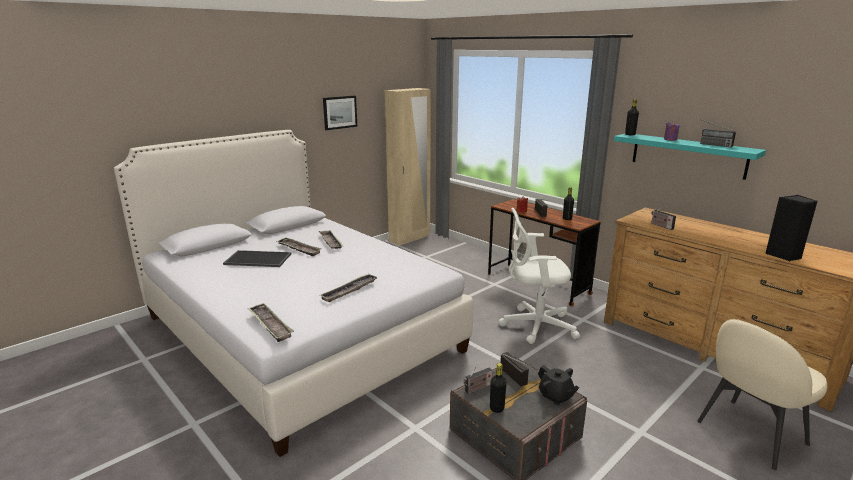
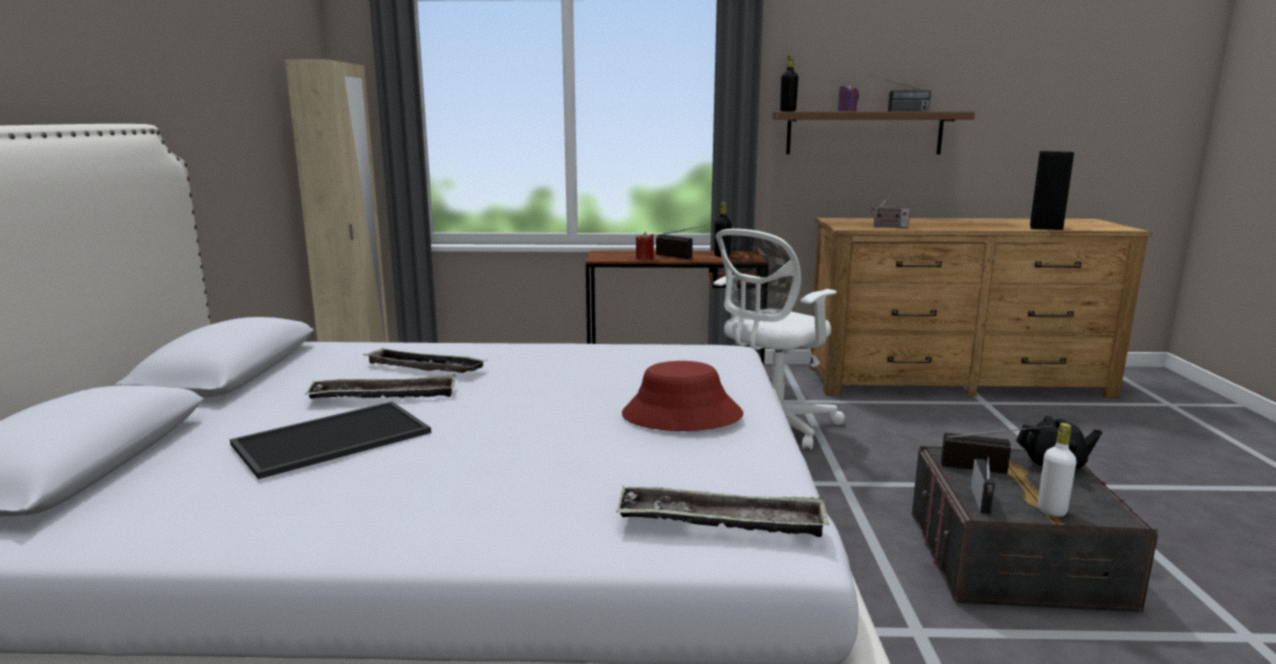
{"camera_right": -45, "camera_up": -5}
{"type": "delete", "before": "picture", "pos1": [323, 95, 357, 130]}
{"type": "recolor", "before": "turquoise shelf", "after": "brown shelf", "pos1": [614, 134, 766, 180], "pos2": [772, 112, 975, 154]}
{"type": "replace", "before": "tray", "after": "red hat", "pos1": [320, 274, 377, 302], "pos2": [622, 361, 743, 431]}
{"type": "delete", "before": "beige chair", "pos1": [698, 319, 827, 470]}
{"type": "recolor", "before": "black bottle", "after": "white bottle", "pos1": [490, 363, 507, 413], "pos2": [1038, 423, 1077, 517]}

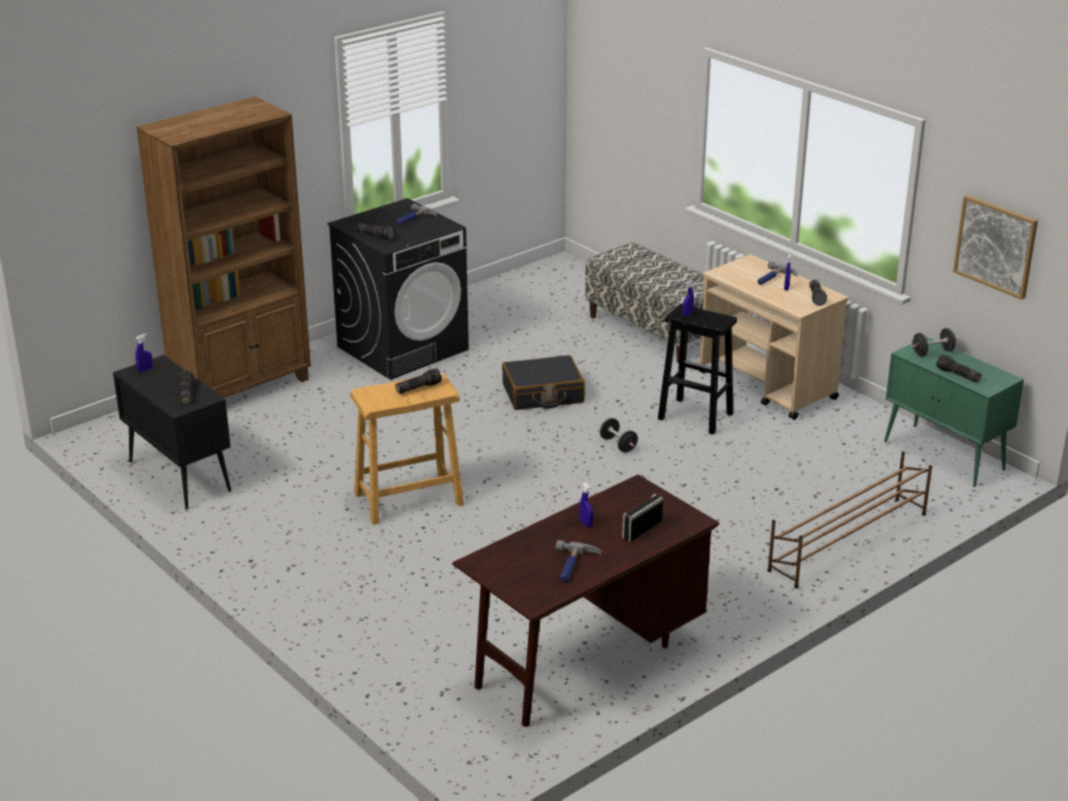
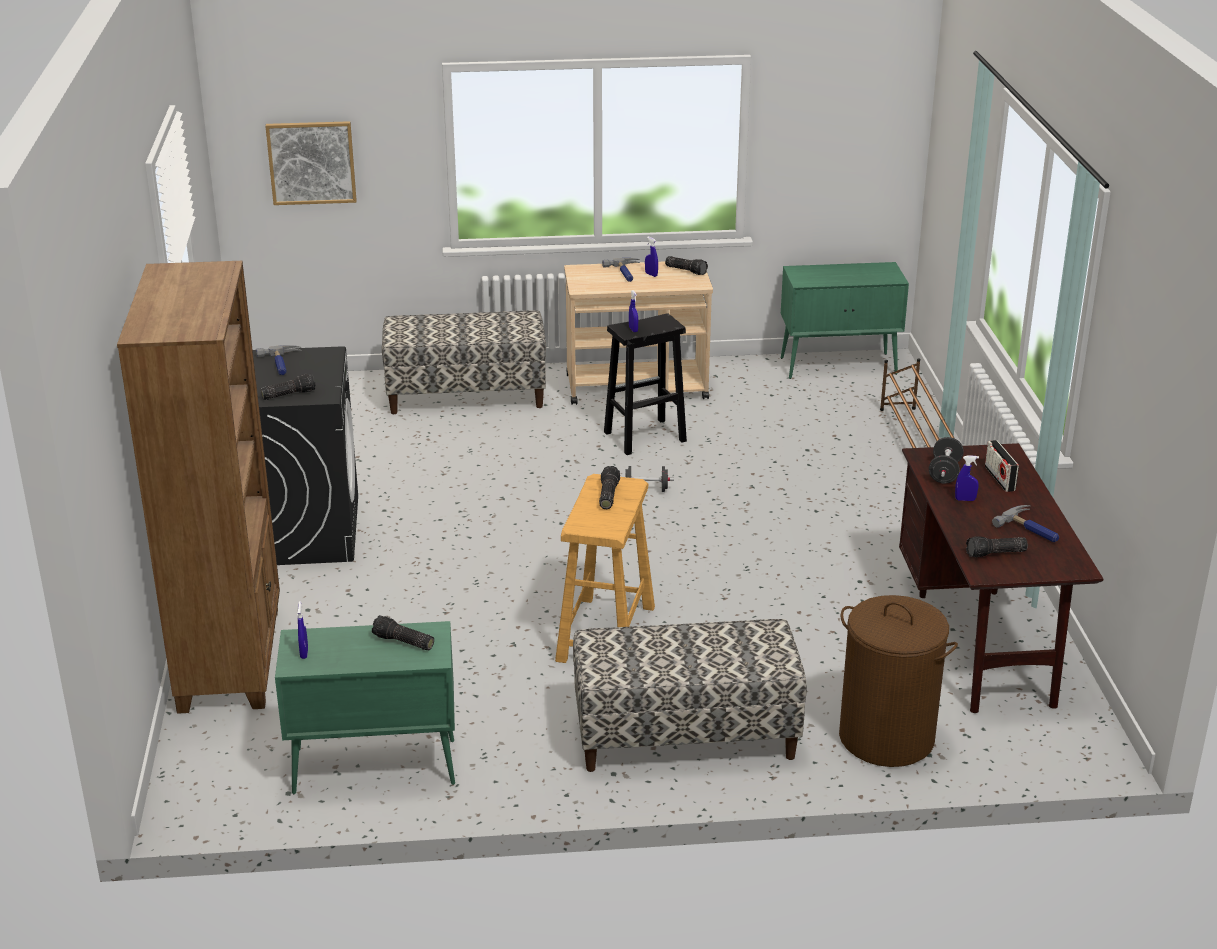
{"camera_right": -55, "camera_up": 0}
{"type": "move", "before": "picture", "pos1": [953, 195, 1038, 300], "pos2": [265, 121, 357, 205]}
{"type": "move", "before": "black dumbbell", "pos1": [911, 328, 957, 357], "pos2": [929, 437, 964, 484]}
{"type": "move", "before": "flashlight", "pos1": [936, 354, 981, 383], "pos2": [966, 536, 1028, 558]}
{"type": "recolor", "before": "black cabinet", "after": "green cabinet", "pos1": [113, 355, 231, 509], "pos2": [275, 621, 455, 794]}
{"type": "delete", "before": "black suitcase", "pos1": [502, 355, 585, 410]}
{"type": "insert", "after": "brown laundry basket", "pos2": [839, 595, 958, 767]}
{"type": "insert", "after": "bench", "pos2": [573, 619, 807, 772]}

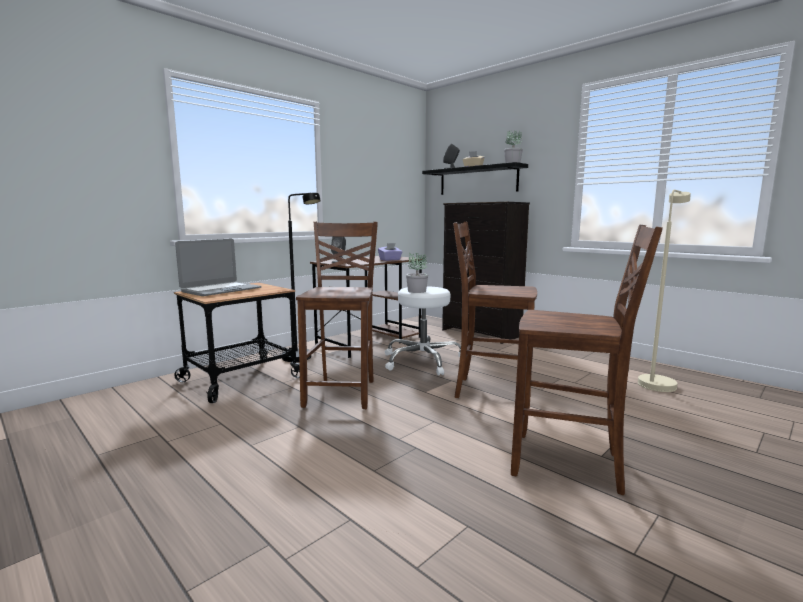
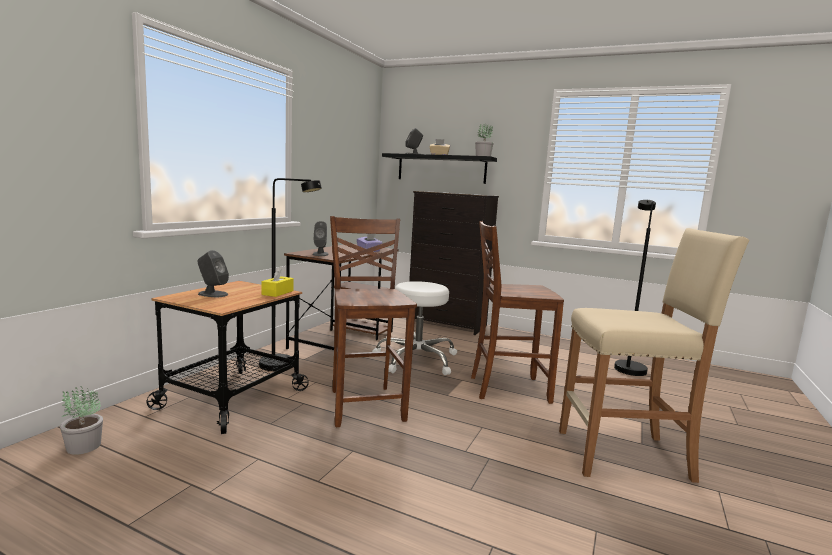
{"camera_right": -20, "camera_up": 0}
{"type": "recolor", "before": "beige floor lamp", "after": "black floor lamp", "pos1": [638, 190, 691, 392], "pos2": [614, 200, 656, 376]}
{"type": "replace", "before": "brown chair", "after": "beige stool", "pos1": [511, 224, 663, 495], "pos2": [559, 228, 749, 483]}
{"type": "replace", "before": "laptop", "after": "grey speaker", "pos1": [175, 239, 262, 296], "pos2": [197, 250, 229, 297]}
{"type": "move", "before": "potted plant", "pos1": [406, 253, 428, 293], "pos2": [60, 386, 103, 455]}
{"type": "insert", "after": "yellow tissue box", "pos2": [261, 267, 294, 297]}

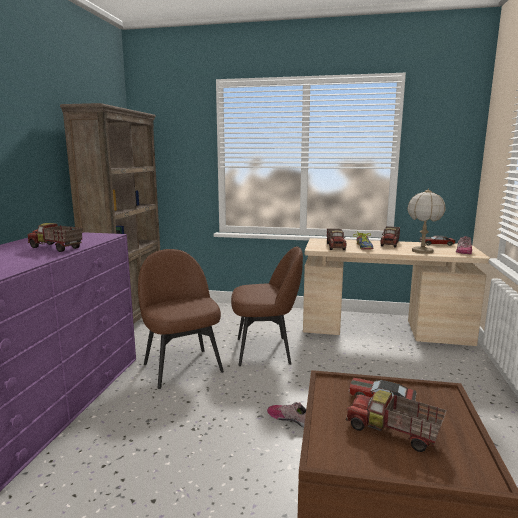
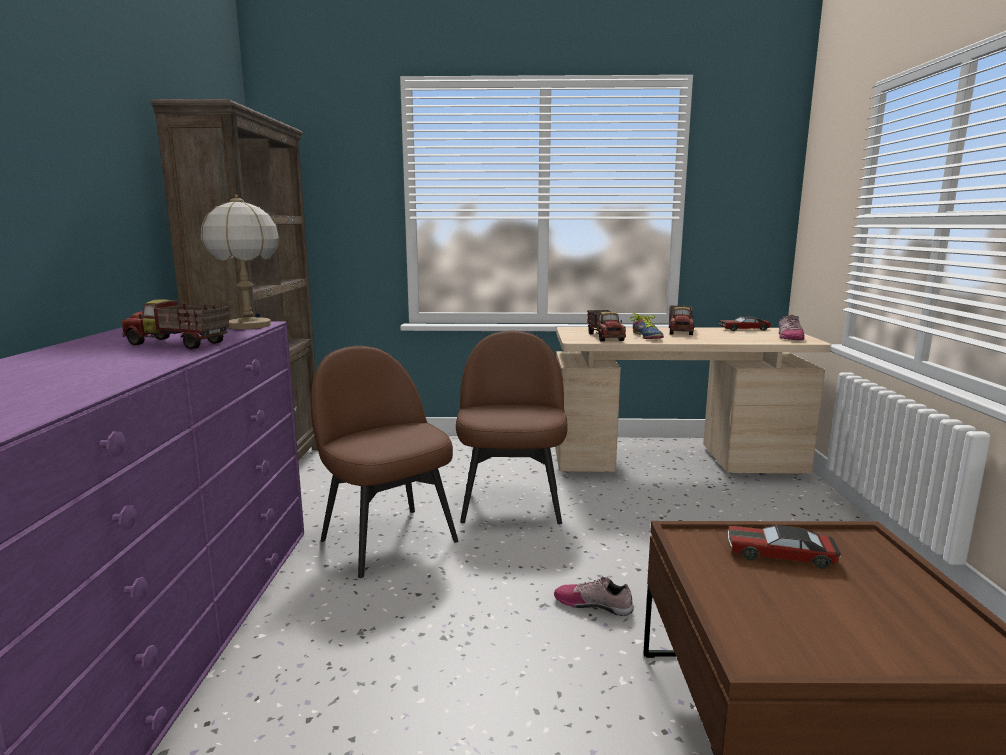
{"camera_right": -10, "camera_up": 0}
{"type": "move", "before": "table lamp", "pos1": [407, 188, 446, 254], "pos2": [201, 194, 280, 329]}
{"type": "rotate", "before": "brown chair", "pos1": [231, 247, 303, 366], "pos2": [456, 331, 568, 524], "turn": -75}
{"type": "delete", "before": "toy truck", "pos1": [346, 390, 446, 452]}

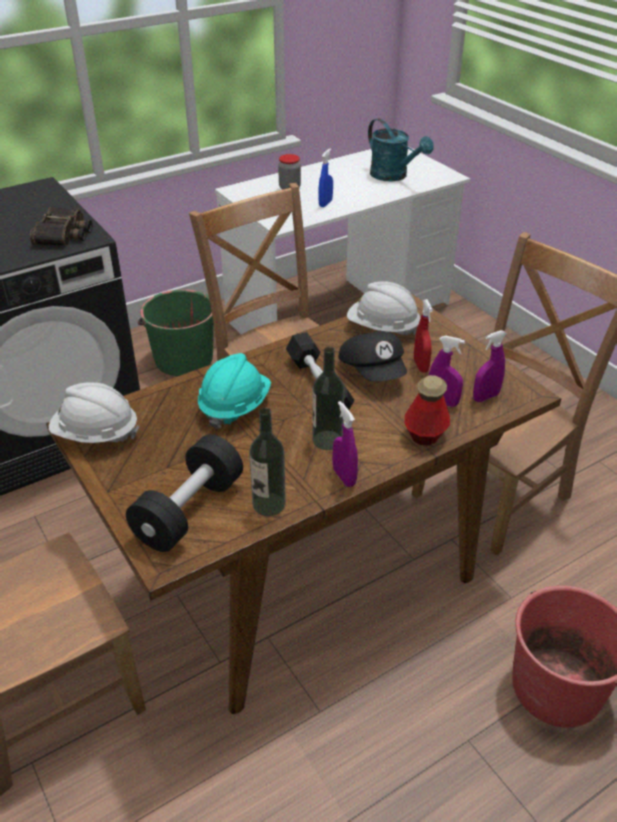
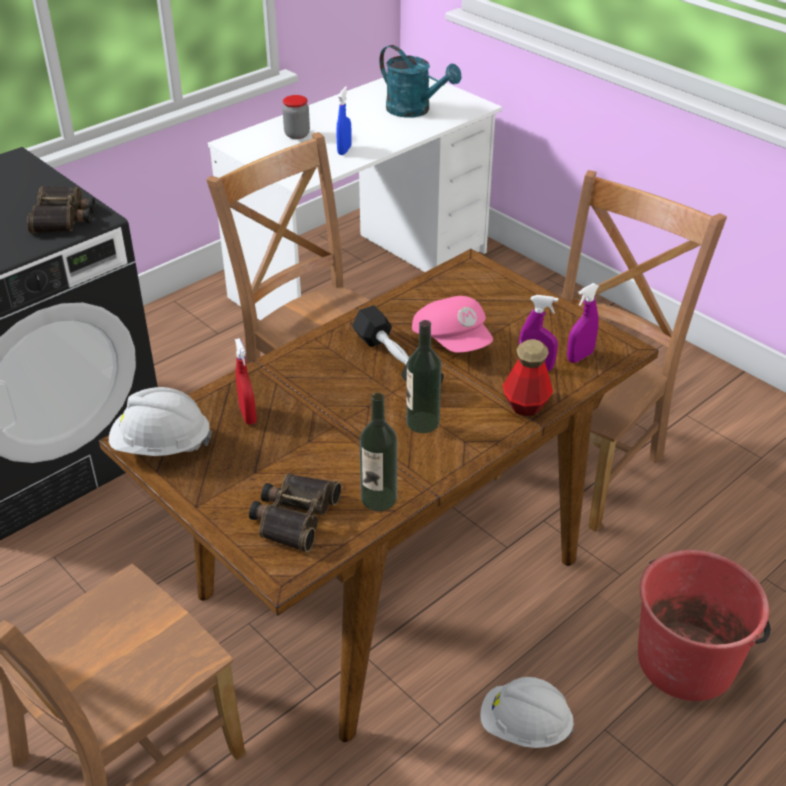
{"camera_right": -10, "camera_up": 0}
{"type": "move", "before": "white hard hat", "pos1": [347, 281, 420, 335], "pos2": [480, 677, 574, 748]}
{"type": "delete", "before": "green bucket", "pos1": [138, 289, 214, 376]}
{"type": "move", "before": "red spray bottle", "pos1": [414, 299, 433, 373], "pos2": [235, 338, 257, 424]}
{"type": "recolor", "before": "black cap", "after": "pink cap", "pos1": [338, 331, 407, 381], "pos2": [412, 296, 493, 353]}
{"type": "delete", "before": "turquoise hard hat", "pos1": [198, 353, 271, 429]}
{"type": "delete", "before": "purple spray bottle", "pos1": [333, 401, 358, 487]}
{"type": "replace", "before": "black dumbbell", "after": "binoculars", "pos1": [126, 434, 243, 552], "pos2": [249, 473, 342, 552]}

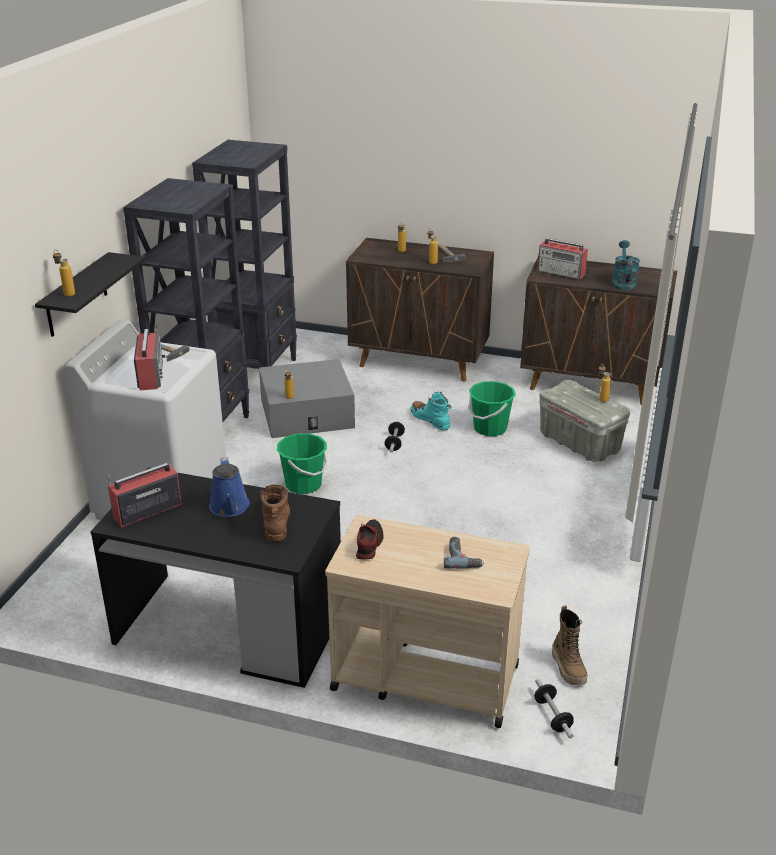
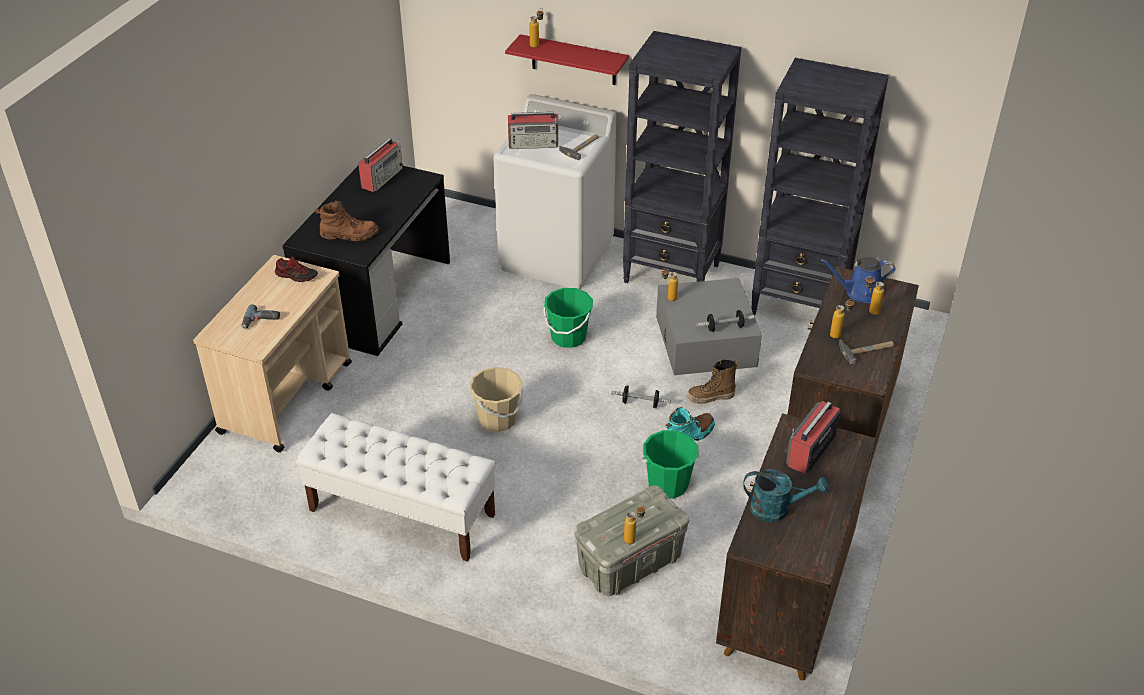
{"camera_right": 95, "camera_up": 10}
{"type": "recolor", "before": "black shelf", "after": "red shelf", "pos1": [35, 252, 146, 337], "pos2": [505, 34, 629, 85]}
{"type": "move", "before": "blue watering can", "pos1": [209, 457, 250, 517], "pos2": [821, 257, 895, 303]}
{"type": "rotate", "before": "radio", "pos1": [108, 463, 182, 527], "pos2": [358, 138, 403, 192], "turn": 60}
{"type": "move", "before": "boot", "pos1": [552, 605, 588, 685], "pos2": [687, 360, 738, 404]}
{"type": "move", "before": "dumbbell", "pos1": [535, 679, 574, 739], "pos2": [697, 310, 755, 332]}
{"type": "insert", "after": "beige bucket", "pos2": [469, 367, 523, 432]}
{"type": "insert", "after": "white bench", "pos2": [295, 413, 496, 562]}

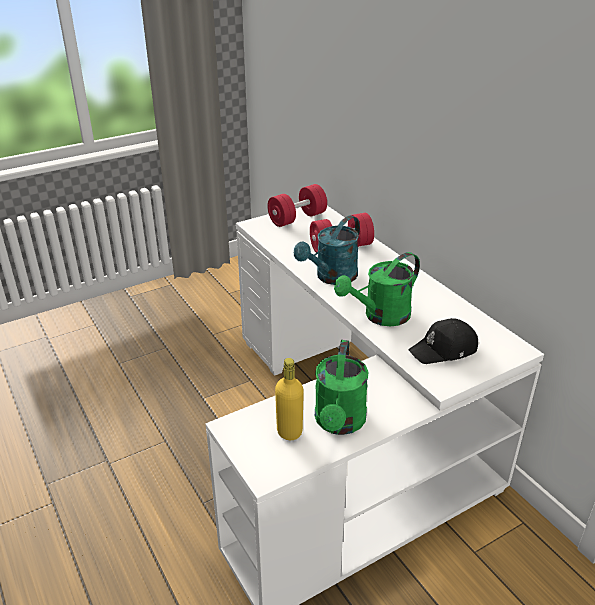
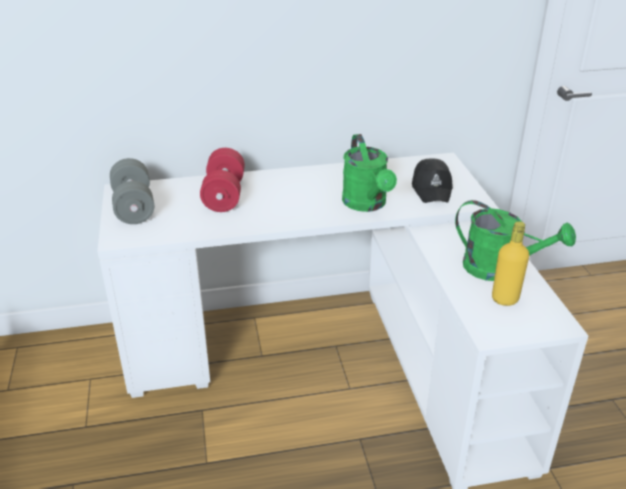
{"camera_right": -70, "camera_up": 0}
{"type": "recolor", "before": "red dumbbell", "after": "grey dumbbell", "pos1": [267, 184, 327, 227], "pos2": [110, 158, 154, 224]}
{"type": "delete", "before": "turquoise watering can", "pos1": [294, 215, 360, 285]}

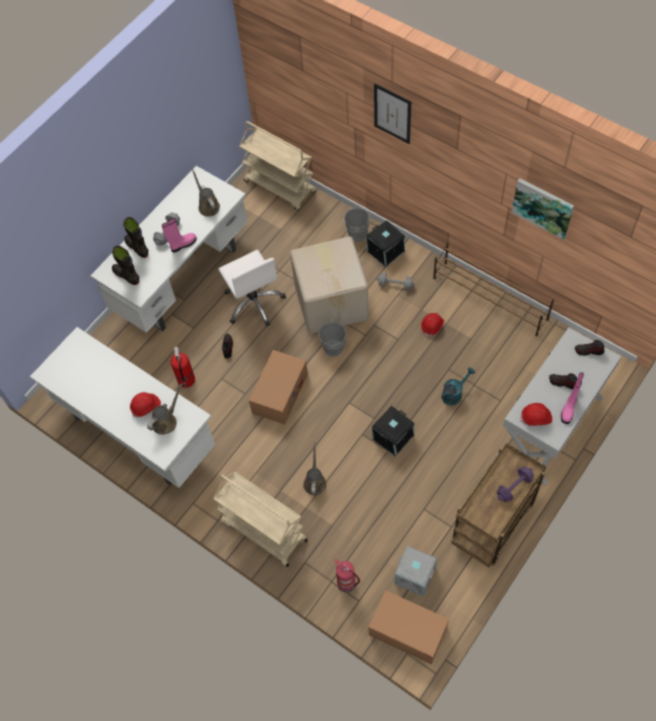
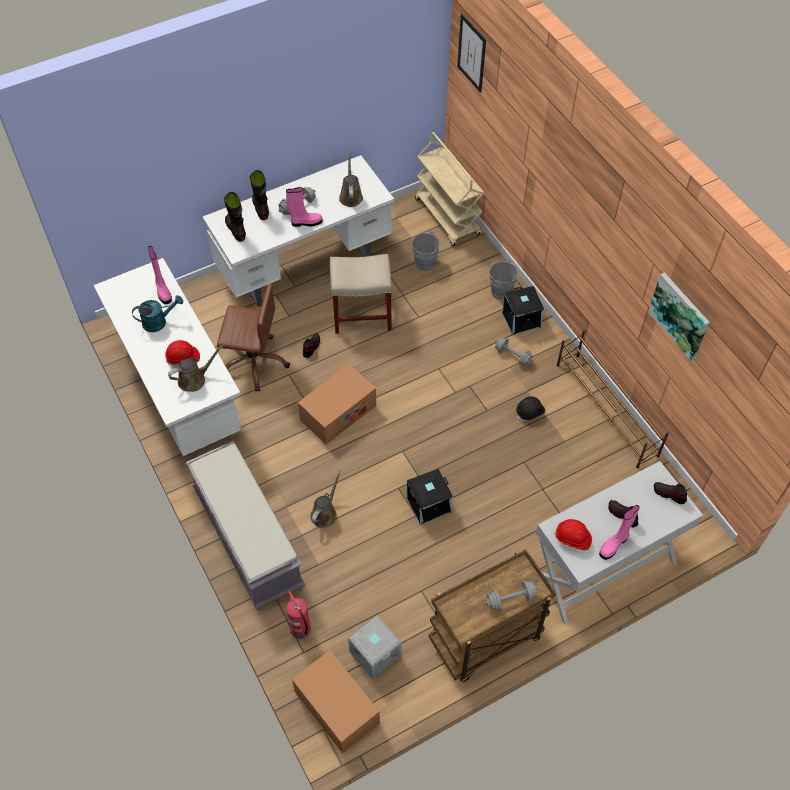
{"camera_right": 20, "camera_up": -5}
{"type": "move", "before": "picture", "pos1": [374, 83, 411, 144], "pos2": [457, 14, 486, 93]}
{"type": "delete", "before": "cardboard box", "pos1": [290, 236, 369, 334]}
{"type": "replace", "before": "white office chair", "after": "beige stool", "pos1": [218, 250, 286, 326], "pos2": [330, 254, 392, 334]}
{"type": "recolor", "before": "red hard hat", "after": "black hard hat", "pos1": [421, 313, 444, 337], "pos2": [516, 396, 545, 422]}
{"type": "move", "before": "grey bucket", "pos1": [319, 320, 351, 357], "pos2": [412, 231, 445, 271]}
{"type": "replace", "before": "fire extinguisher", "after": "brown office chair", "pos1": [171, 347, 195, 388], "pos2": [217, 283, 290, 392]}
{"type": "move", "before": "turquoise watering can", "pos1": [441, 367, 475, 405], "pos2": [132, 295, 183, 332]}
{"type": "recolor", "before": "purple dumbbell", "after": "grey dumbbell", "pos1": [497, 467, 534, 502], "pos2": [485, 581, 539, 611]}
{"type": "replace", "before": "beige cart", "after": "grey bench", "pos1": [213, 472, 308, 567], "pos2": [185, 440, 305, 611]}
{"type": "insert", "after": "pink boot", "pos2": [148, 246, 172, 304]}

